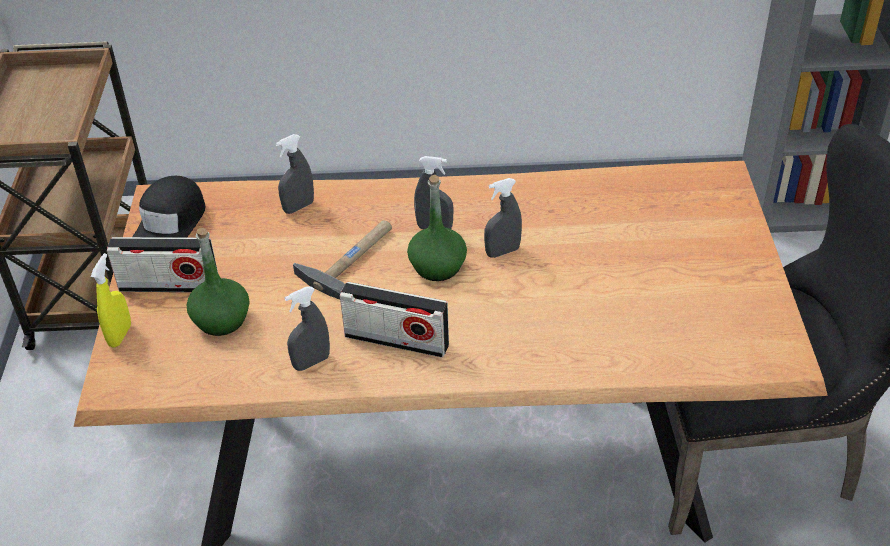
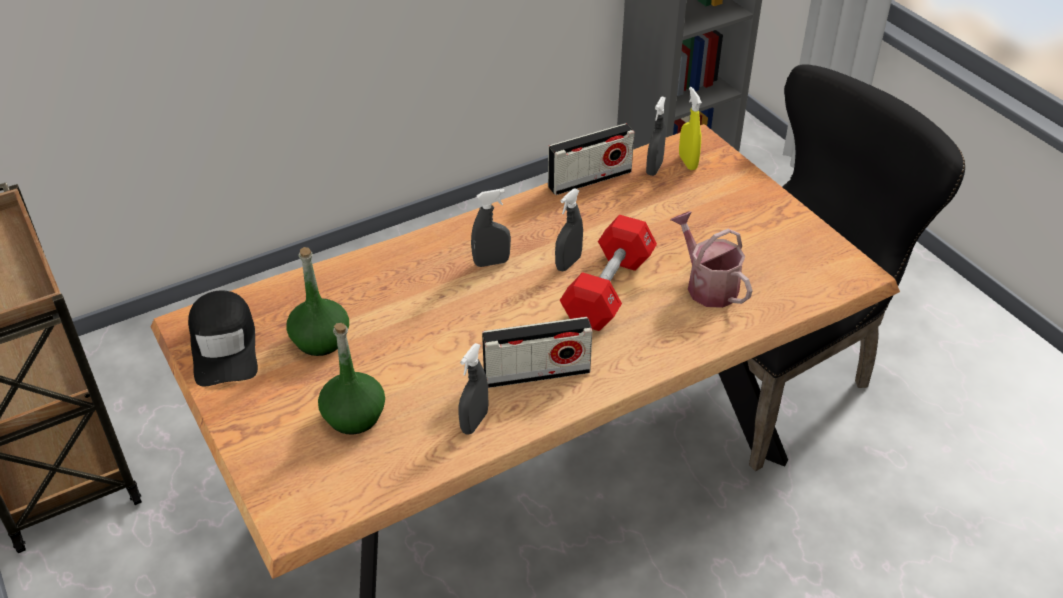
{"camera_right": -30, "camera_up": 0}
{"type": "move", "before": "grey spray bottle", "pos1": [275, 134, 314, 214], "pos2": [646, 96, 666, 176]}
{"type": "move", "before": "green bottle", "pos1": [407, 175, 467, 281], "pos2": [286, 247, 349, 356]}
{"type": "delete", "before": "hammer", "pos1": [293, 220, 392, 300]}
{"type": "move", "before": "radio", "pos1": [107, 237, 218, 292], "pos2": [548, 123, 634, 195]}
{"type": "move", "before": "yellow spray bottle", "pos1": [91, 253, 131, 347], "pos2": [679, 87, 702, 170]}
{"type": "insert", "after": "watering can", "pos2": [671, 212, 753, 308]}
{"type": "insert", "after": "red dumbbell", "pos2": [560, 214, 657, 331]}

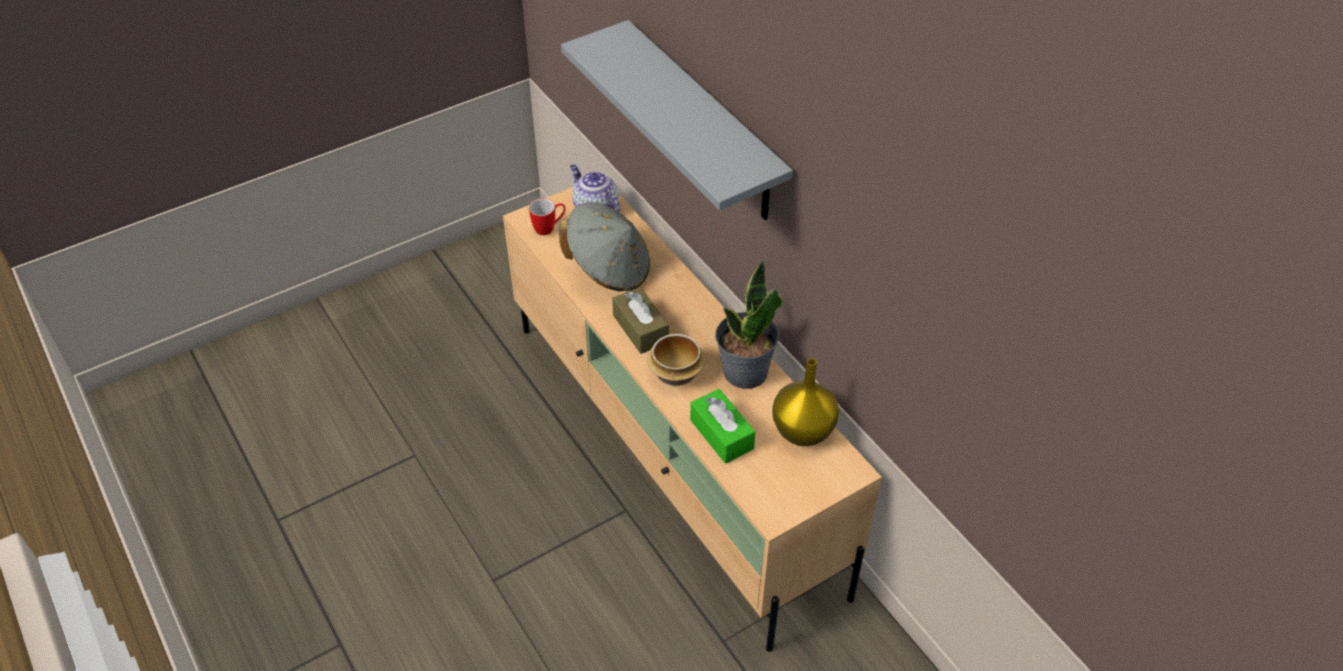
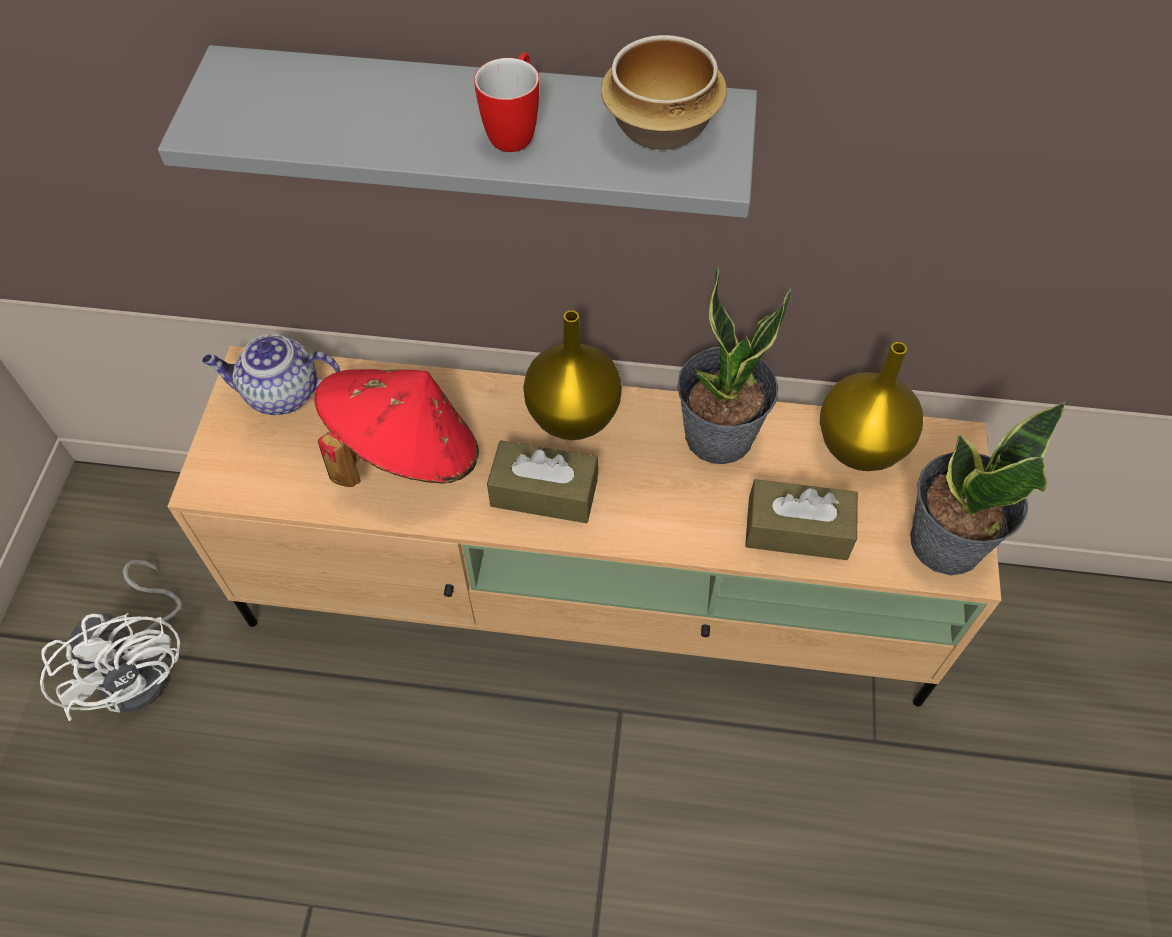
{"camera_right": -50, "camera_up": 10}
{"type": "move", "before": "mug", "pos1": [529, 198, 566, 235], "pos2": [474, 53, 539, 152]}
{"type": "recolor", "before": "grey hat", "after": "red hat", "pos1": [559, 203, 650, 291], "pos2": [314, 369, 479, 487]}
{"type": "move", "before": "bowl", "pos1": [647, 334, 705, 386], "pos2": [601, 35, 727, 150]}
{"type": "recolor", "before": "green tissue box", "after": "brown tissue box", "pos1": [690, 389, 756, 463], "pos2": [745, 479, 858, 560]}
{"type": "insert", "after": "yellow vase", "pos2": [523, 310, 622, 440]}
{"type": "insert", "after": "potted plant", "pos2": [910, 401, 1065, 576]}
{"type": "insert", "after": "white fan", "pos2": [40, 560, 182, 721]}

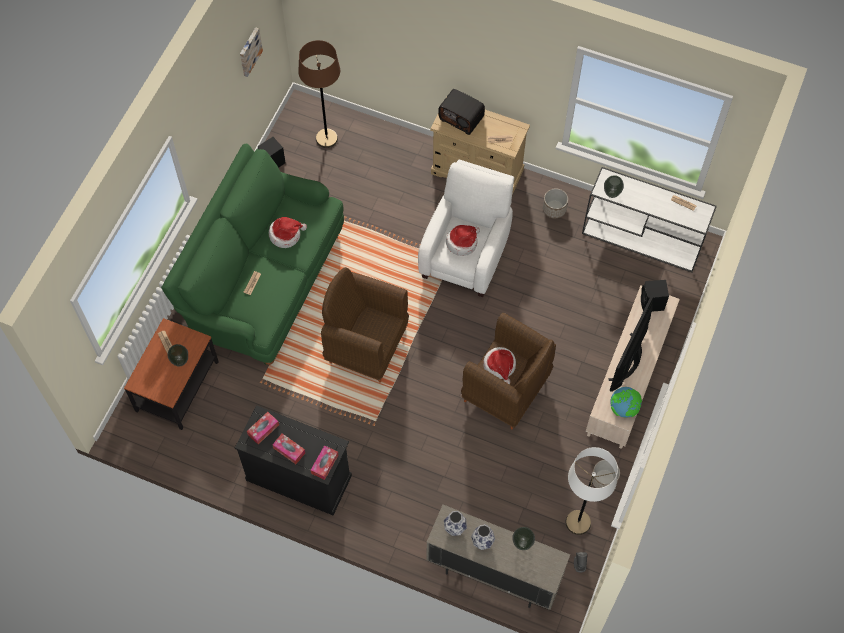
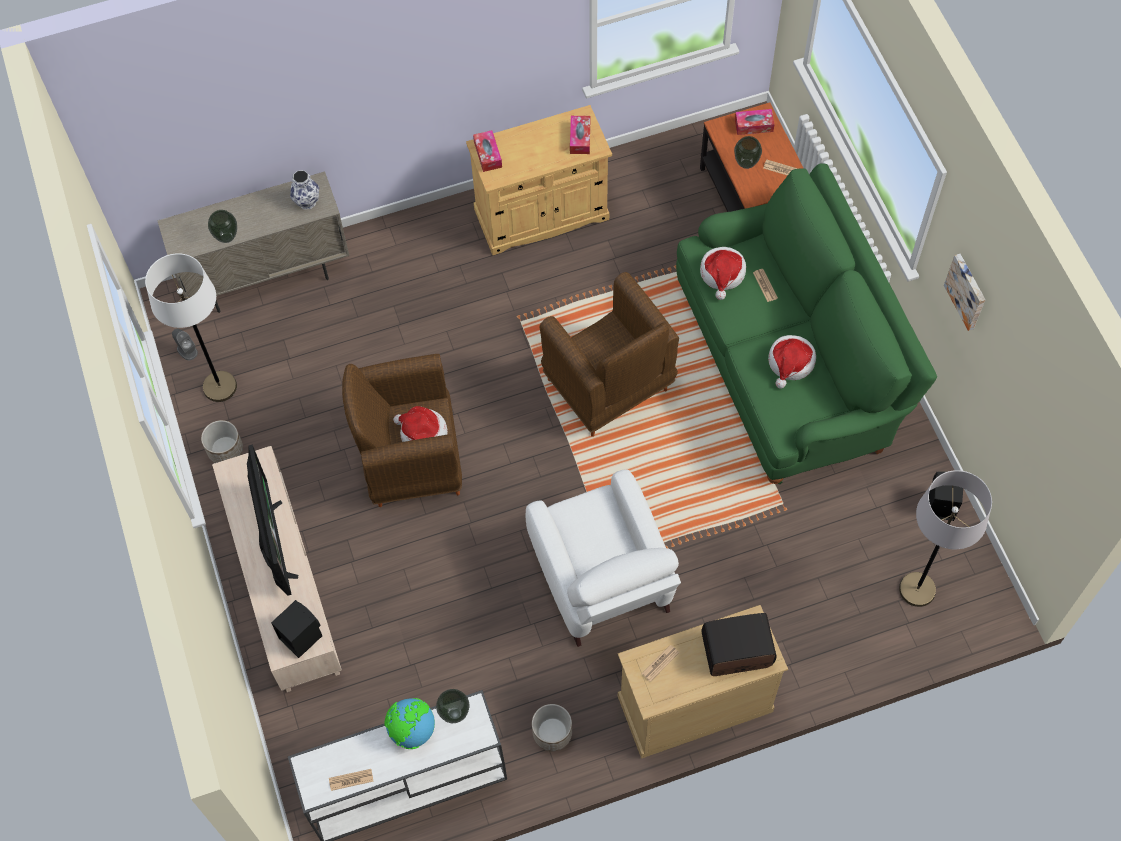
{"camera_right": 140, "camera_up": 0}
{"type": "move", "before": "picture", "pos1": [240, 27, 263, 77], "pos2": [944, 254, 985, 331]}
{"type": "recolor", "before": "brown floor lamp", "after": "grey floor lamp", "pos1": [298, 40, 340, 148], "pos2": [899, 470, 992, 607]}
{"type": "move", "before": "hat", "pos1": [446, 225, 480, 256], "pos2": [700, 247, 746, 300]}
{"type": "rotate", "before": "brown armchair", "pos1": [321, 267, 409, 383], "pos2": [539, 272, 679, 437], "turn": 75}
{"type": "move", "before": "globe", "pos1": [610, 387, 642, 418], "pos2": [385, 698, 435, 749]}
{"type": "recolor", "before": "black cabinet", "after": "beige cabinet", "pos1": [235, 405, 352, 515], "pos2": [466, 105, 612, 255]}
{"type": "move", "before": "tissue box", "pos1": [272, 433, 305, 464], "pos2": [735, 109, 775, 135]}
{"type": "delete", "before": "vase", "pos1": [471, 524, 495, 550]}

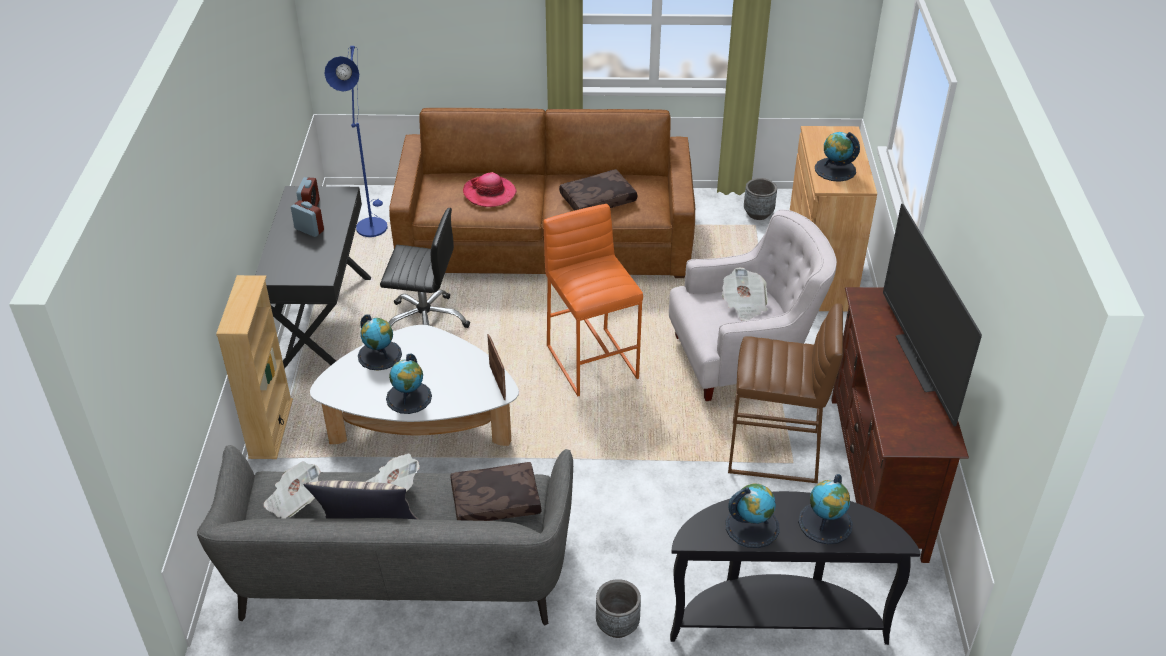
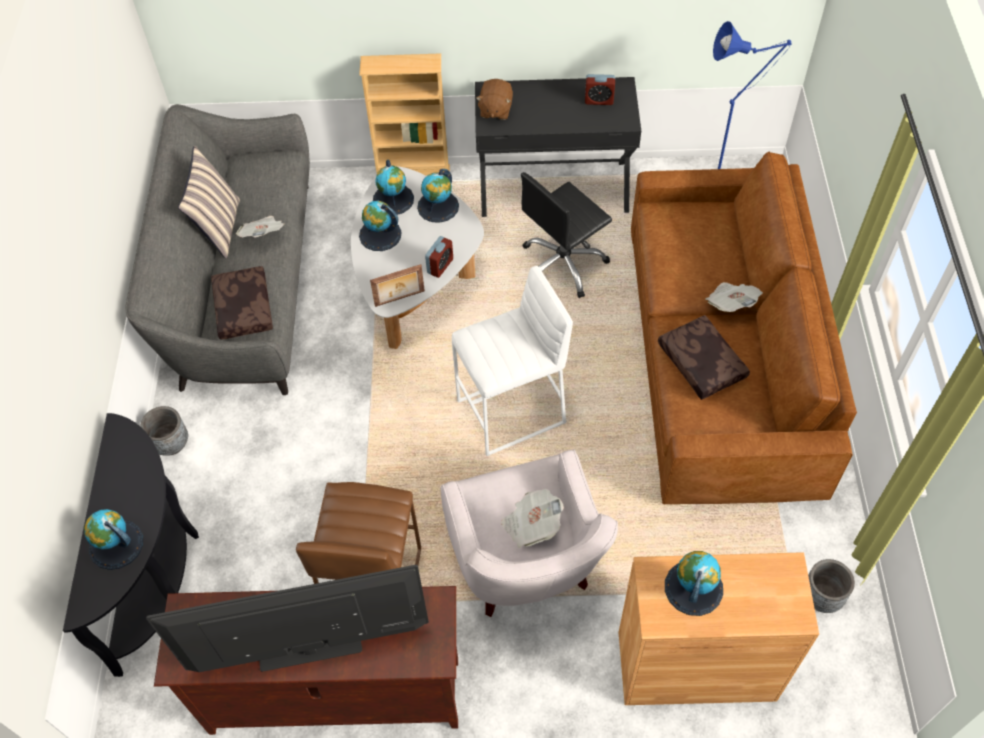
{"camera_right": 90, "camera_up": 15}
{"type": "delete", "before": "hat", "pos1": [463, 172, 517, 207]}
{"type": "move", "before": "alarm clock", "pos1": [291, 200, 324, 237], "pos2": [425, 236, 453, 278]}
{"type": "recolor", "before": "orange stool", "after": "white stool", "pos1": [543, 204, 643, 396], "pos2": [452, 266, 573, 456]}
{"type": "rotate", "before": "black office chair", "pos1": [380, 208, 470, 328], "pos2": [521, 172, 612, 298], "turn": 45}
{"type": "move", "before": "newspaper", "pos1": [264, 461, 321, 518], "pos2": [705, 282, 763, 312]}
{"type": "move", "before": "globe", "pos1": [726, 483, 780, 548], "pos2": [373, 160, 414, 215]}
{"type": "insert", "after": "brown plush toy", "pos2": [476, 79, 513, 120]}

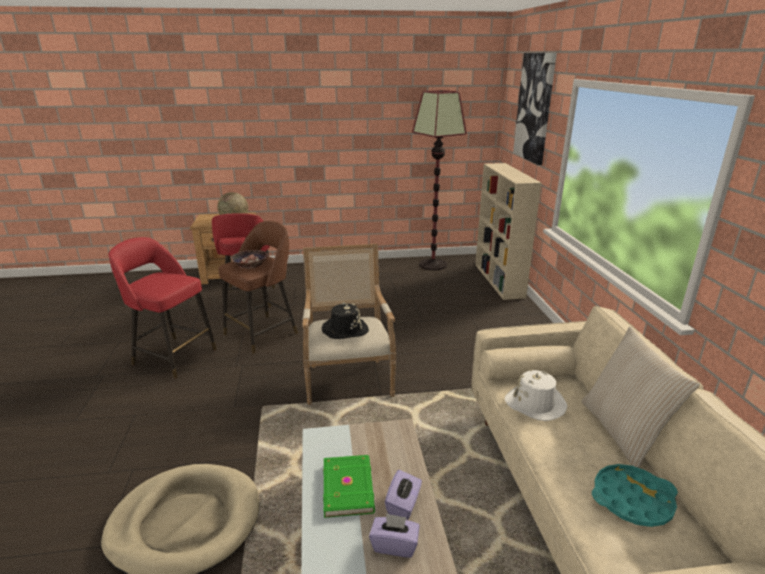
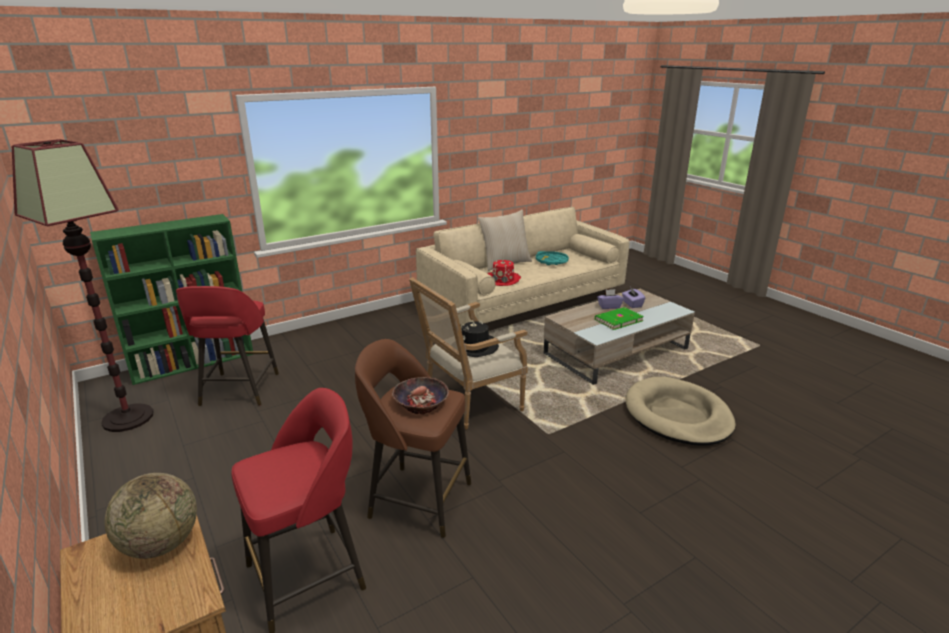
{"camera_right": -115, "camera_up": 0}
{"type": "delete", "before": "picture", "pos1": [513, 53, 557, 165]}
{"type": "recolor", "before": "beige bookcase", "after": "green bookcase", "pos1": [475, 163, 542, 300], "pos2": [90, 214, 254, 385]}
{"type": "move", "before": "red stool", "pos1": [108, 237, 217, 379], "pos2": [176, 286, 279, 406]}
{"type": "recolor", "before": "white hat", "after": "red hat", "pos1": [505, 369, 567, 421], "pos2": [487, 260, 521, 286]}

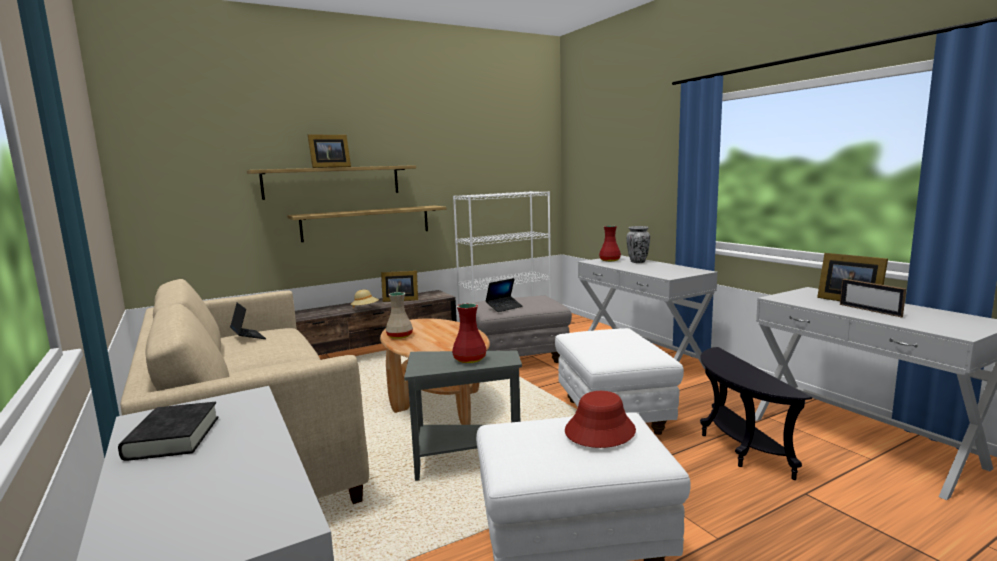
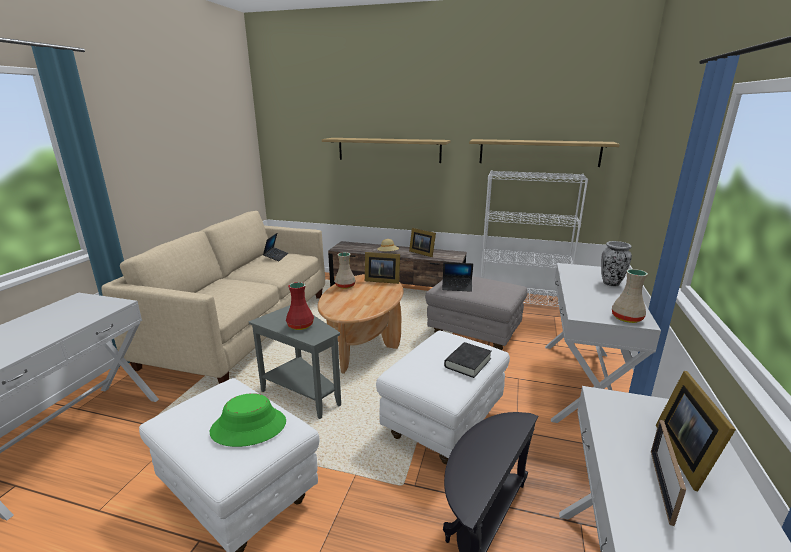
{"camera_right": 45, "camera_up": 10}
{"type": "move", "before": "picture frame", "pos1": [308, 135, 351, 168], "pos2": [365, 252, 400, 284]}
{"type": "move", "before": "shelf", "pos1": [287, 206, 446, 242], "pos2": [469, 139, 620, 167]}
{"type": "delete", "before": "red vase", "pos1": [599, 226, 621, 262]}
{"type": "recolor", "before": "red hat", "after": "green hat", "pos1": [565, 391, 636, 448], "pos2": [210, 393, 286, 447]}
{"type": "move", "before": "black book", "pos1": [118, 402, 218, 461], "pos2": [444, 342, 492, 378]}
{"type": "insert", "after": "beige vase", "pos2": [612, 269, 648, 323]}

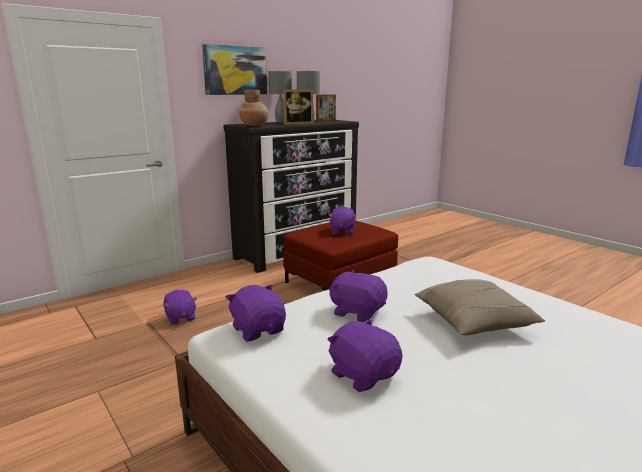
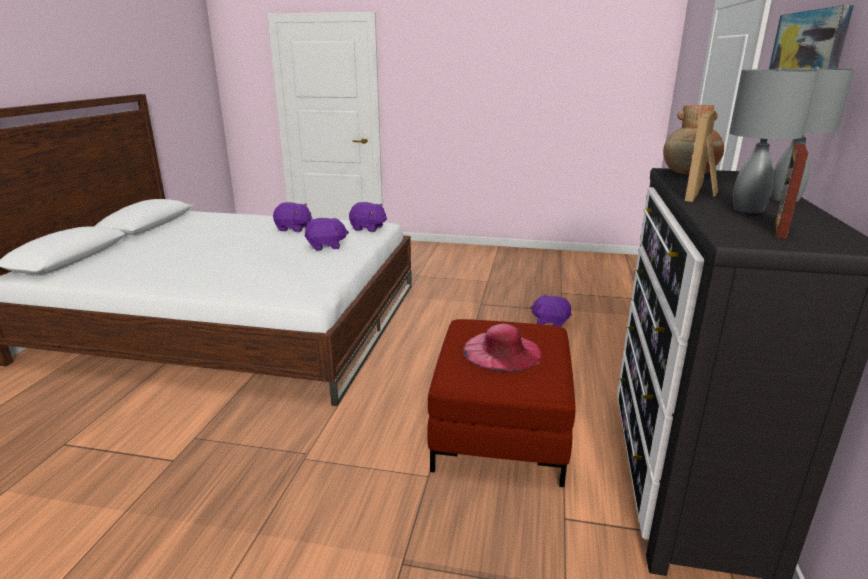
{"camera_right": 140, "camera_up": 5}
{"type": "replace", "before": "purple plush toy", "after": "pink hat", "pos1": [328, 207, 356, 235], "pos2": [463, 324, 542, 372]}
{"type": "delete", "before": "beige pillow", "pos1": [415, 279, 545, 336]}

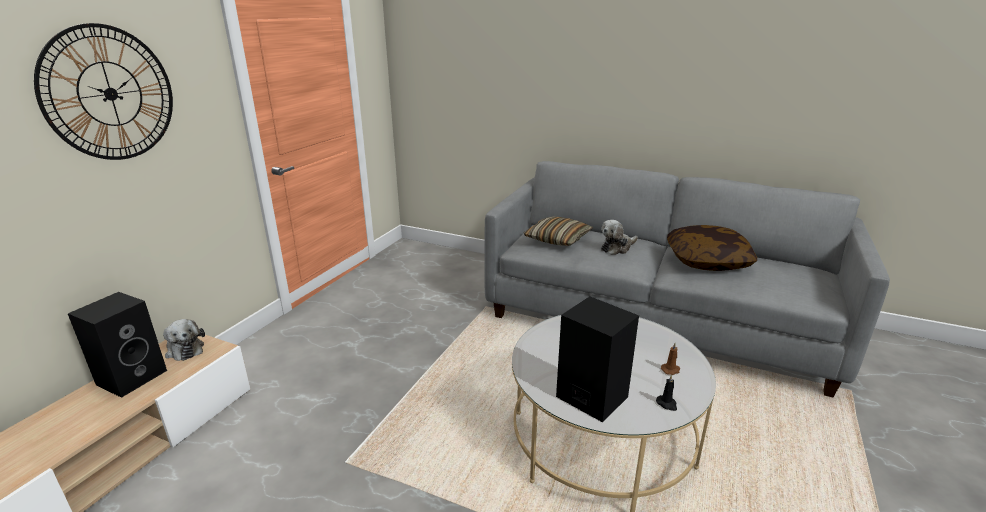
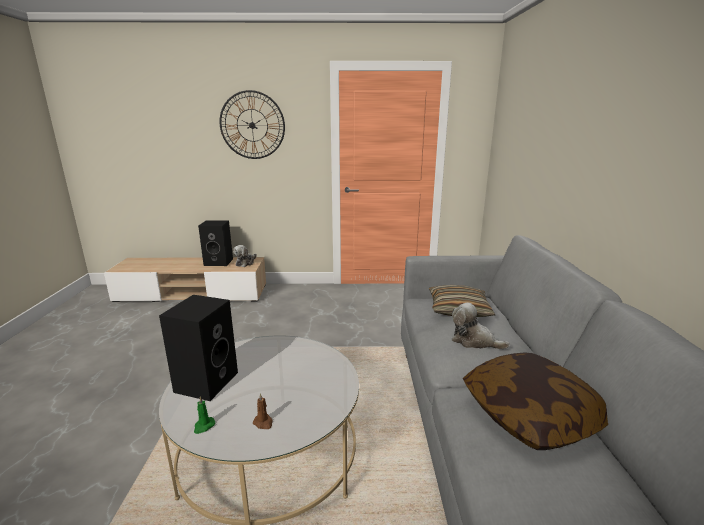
{"camera_right": 65, "camera_up": -5}
{"type": "recolor", "before": "black candle", "after": "green candle", "pos1": [656, 374, 677, 411], "pos2": [194, 396, 215, 434]}

